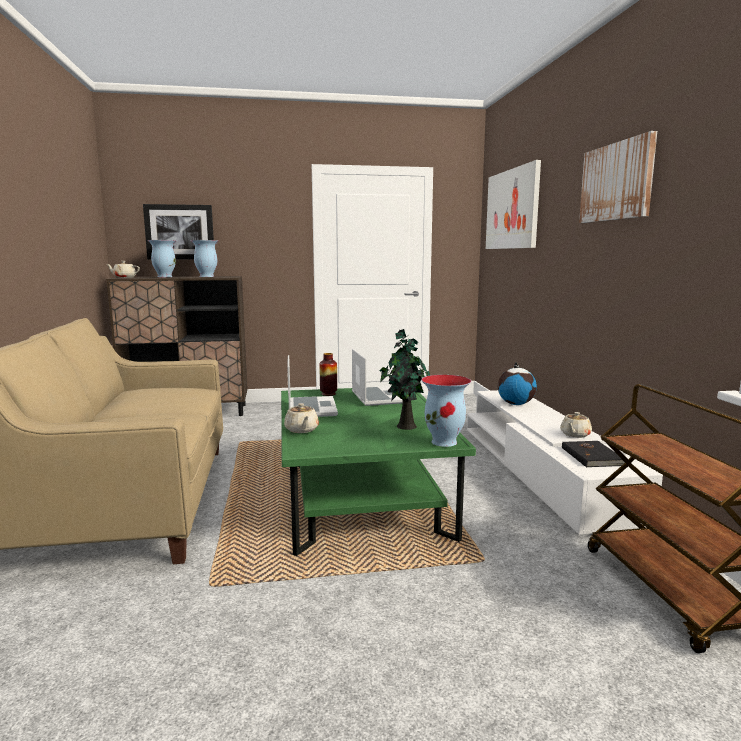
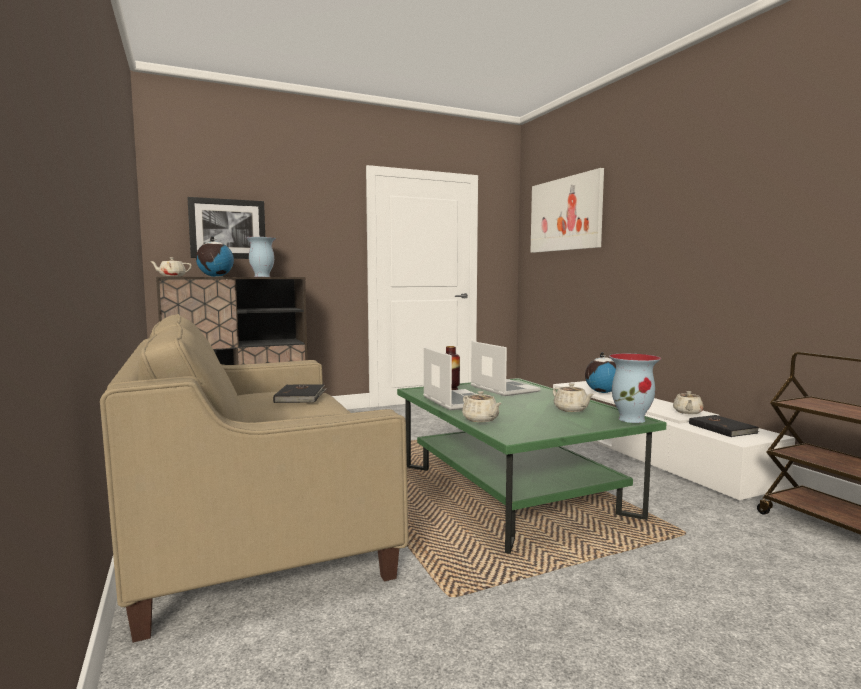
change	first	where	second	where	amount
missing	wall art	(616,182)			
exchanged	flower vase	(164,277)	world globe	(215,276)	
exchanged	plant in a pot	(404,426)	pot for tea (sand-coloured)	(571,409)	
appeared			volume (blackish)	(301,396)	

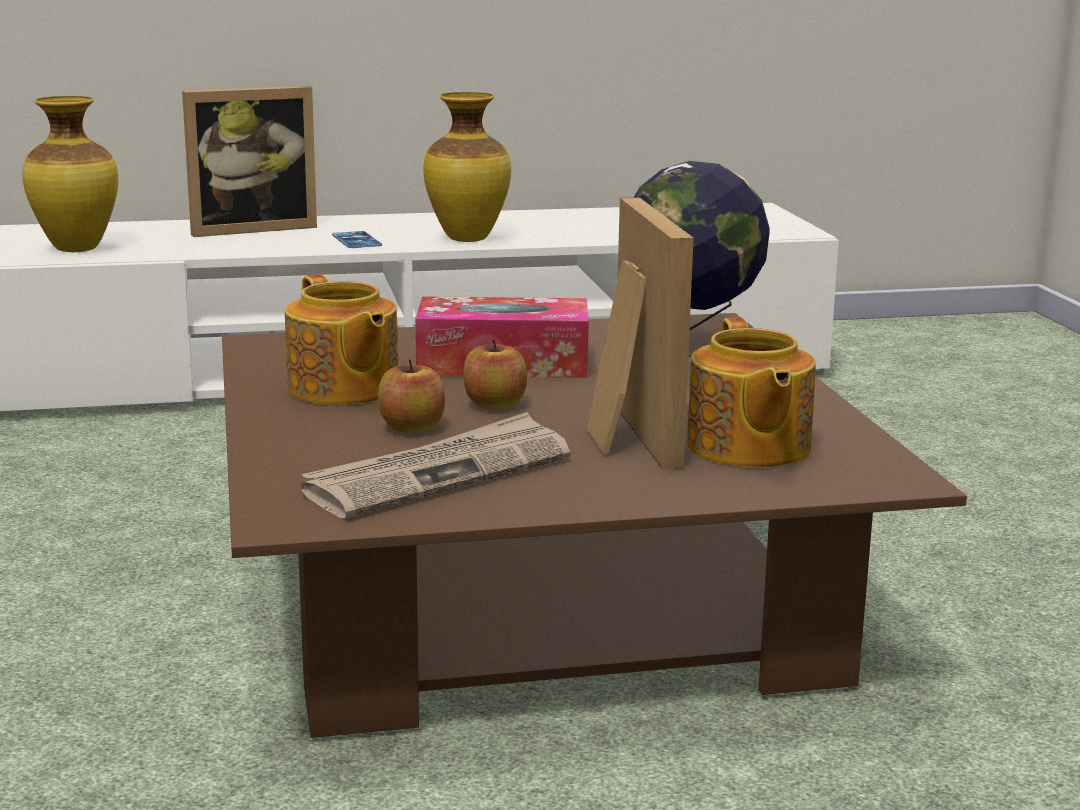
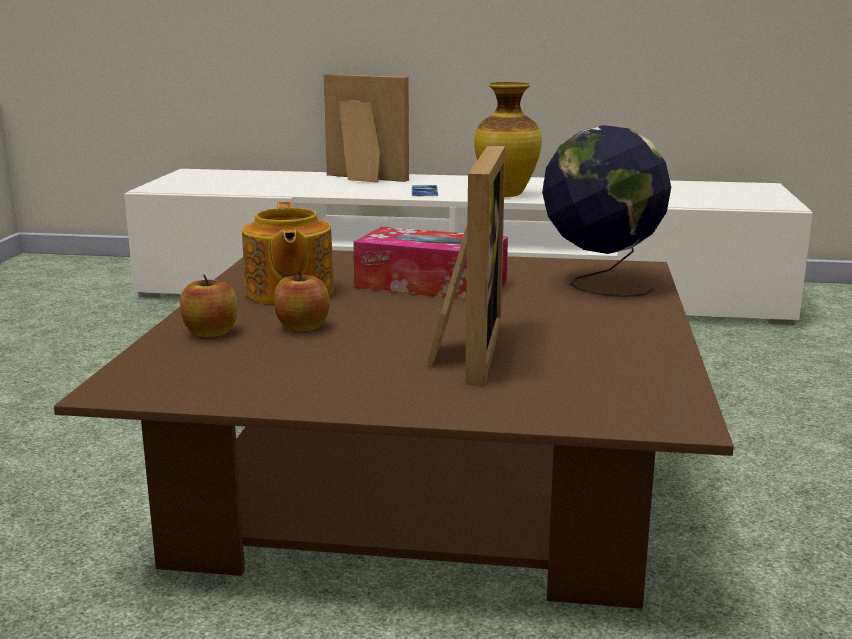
change	first	where	second	where	amount
spun	picture frame	(250,228)		(362,179)	150 degrees counterclockwise
missing	flower vase	(75,250)			
missing	pot for tea	(747,448)			
relocated	apple fruit	(495,405)		(211,332)	
missing	daily paper	(439,474)			

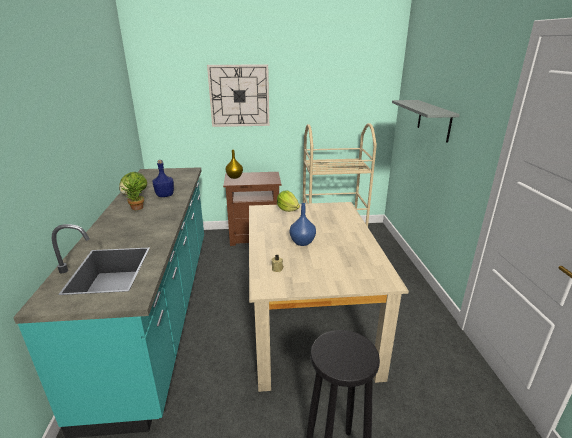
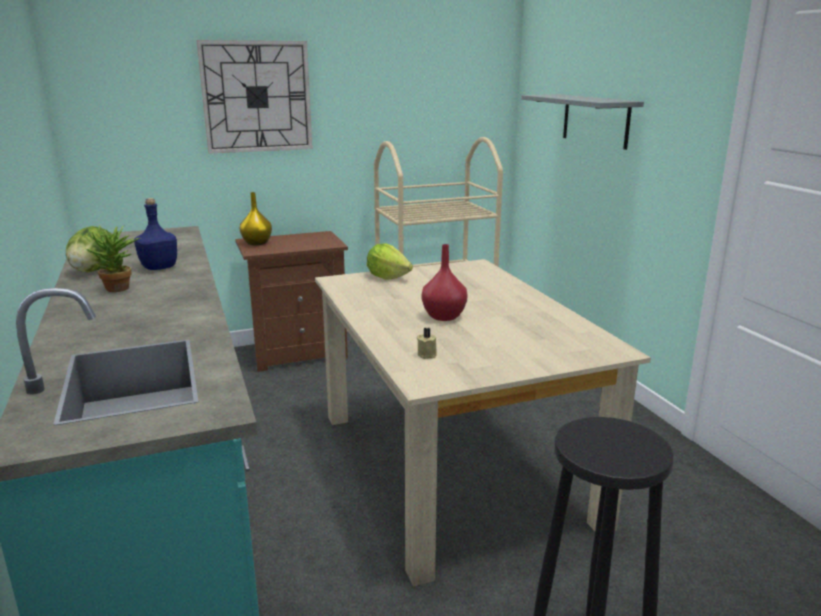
change	first	where	second	where	amount
colour	flower vase (blue-coloured)	(302,242)	flower vase (red-coloured)	(443,317)	

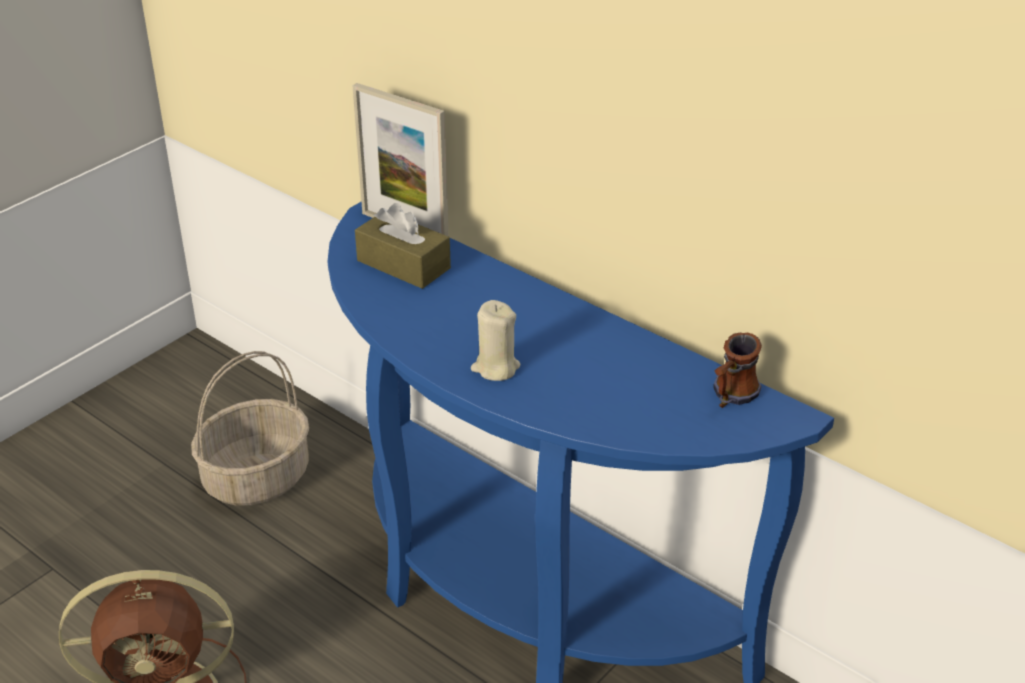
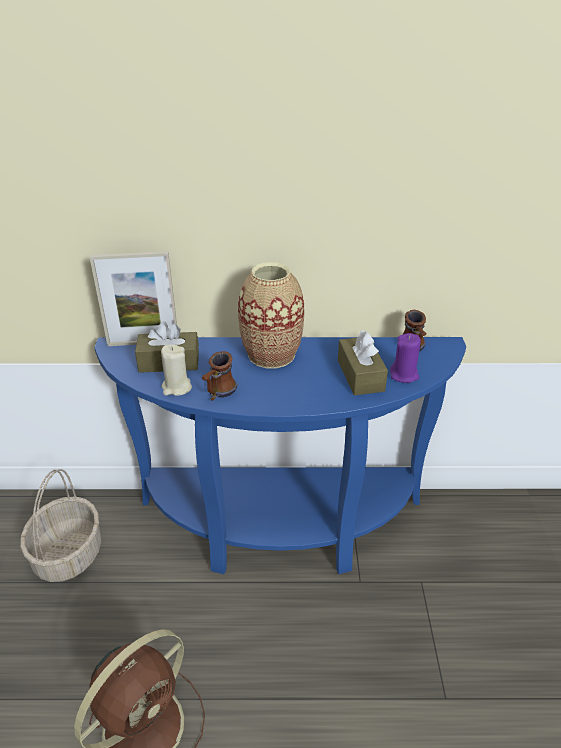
change	first	where	second	where	amount
relocated	wax light (sand-coloured)	(495,367)		(176,387)	
appeared			flower vase	(271,354)	
appeared			tissue box (brown)	(360,375)	
appeared			wax light (purple)	(404,375)	
appeared			coffee mug	(218,393)	

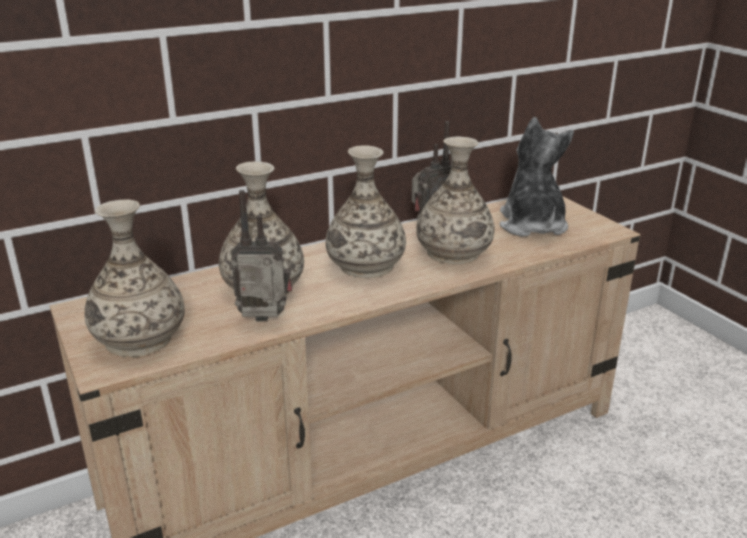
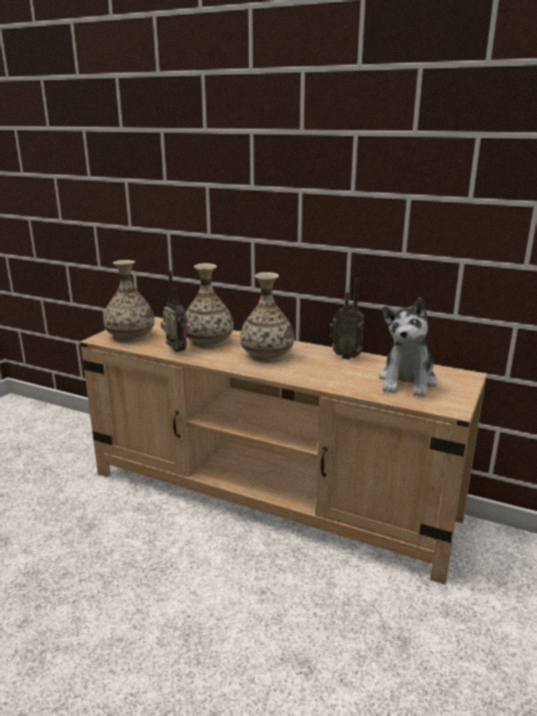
change	first	where	second	where	amount
spun	plush toy	(532,225)		(407,382)	150 degrees clockwise
missing	flower vase	(454,253)			

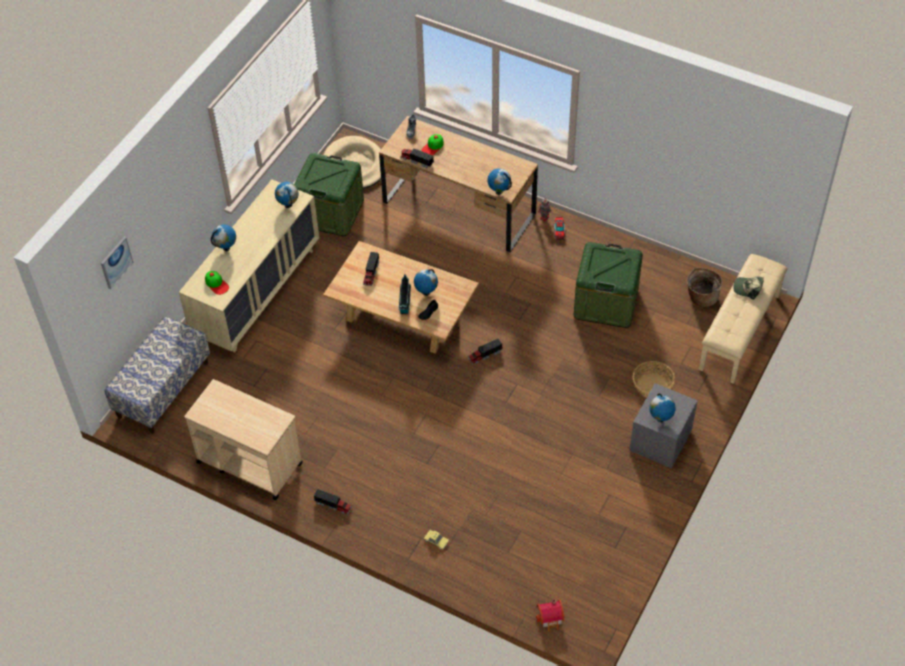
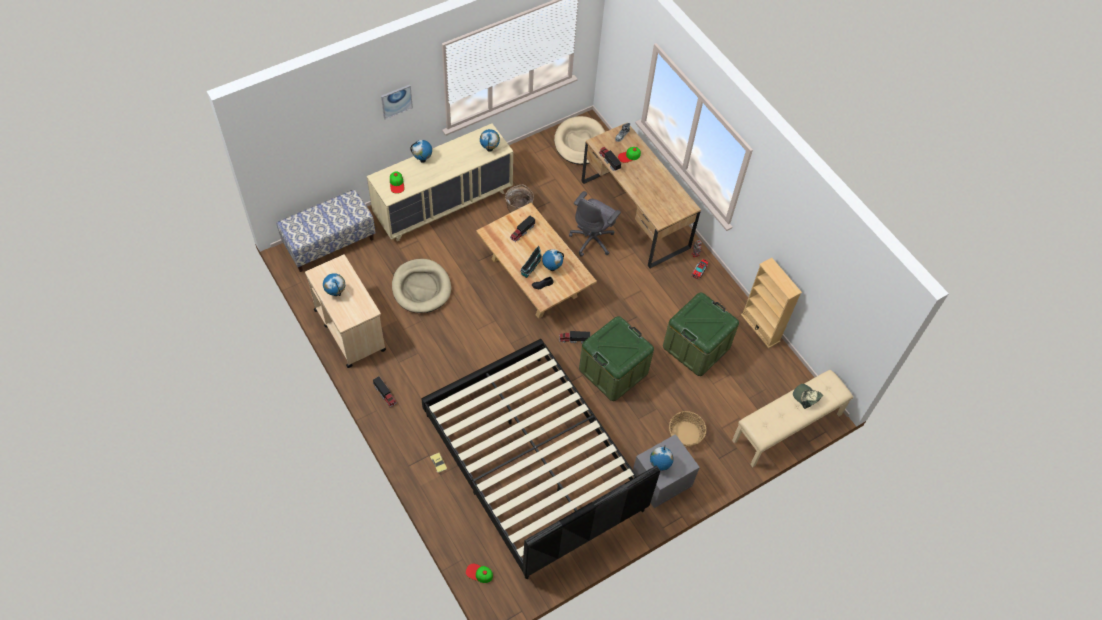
change	first	where	second	where	amount
relocated	storage bin (green)	(330,212)		(613,371)	
relocated	world globe	(499,192)		(336,293)	
relocated	wall art	(116,262)		(396,101)	
relocated	basket	(701,297)		(519,209)	
exchanged	model house	(551,618)	baseball cap	(479,573)	
appeared			computer chair (grey)	(592,240)	
appeared			bookcase (sand-coloured)	(760,328)	
appeared			dog bed (sand-coloured)	(421,288)	
appeared			bed (blackish)	(532,462)	

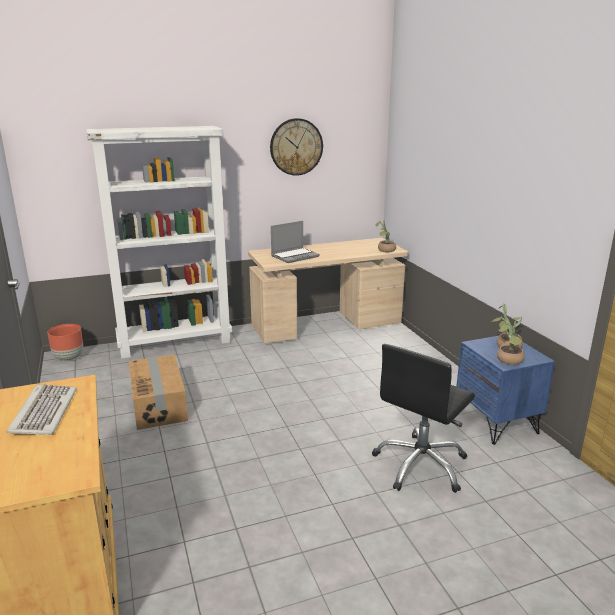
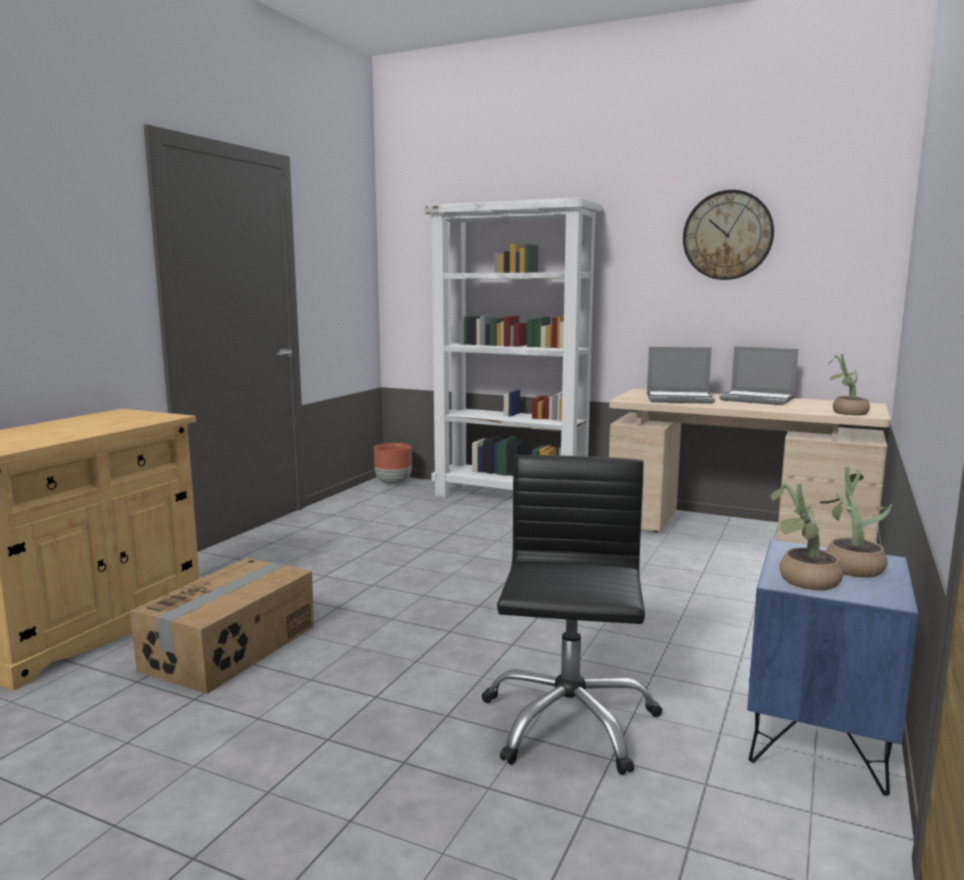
change	first	where	second	where	amount
spun	computer chair (blackish)	(421,465)		(568,721)	105 degrees clockwise
relocated	cardboard box	(159,404)		(232,648)	
missing	computer keyboard	(43,412)			
appeared			laptop	(758,399)	

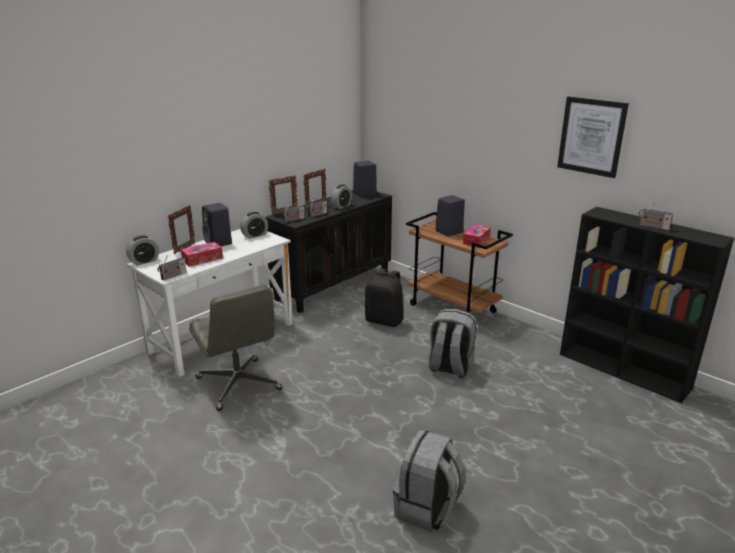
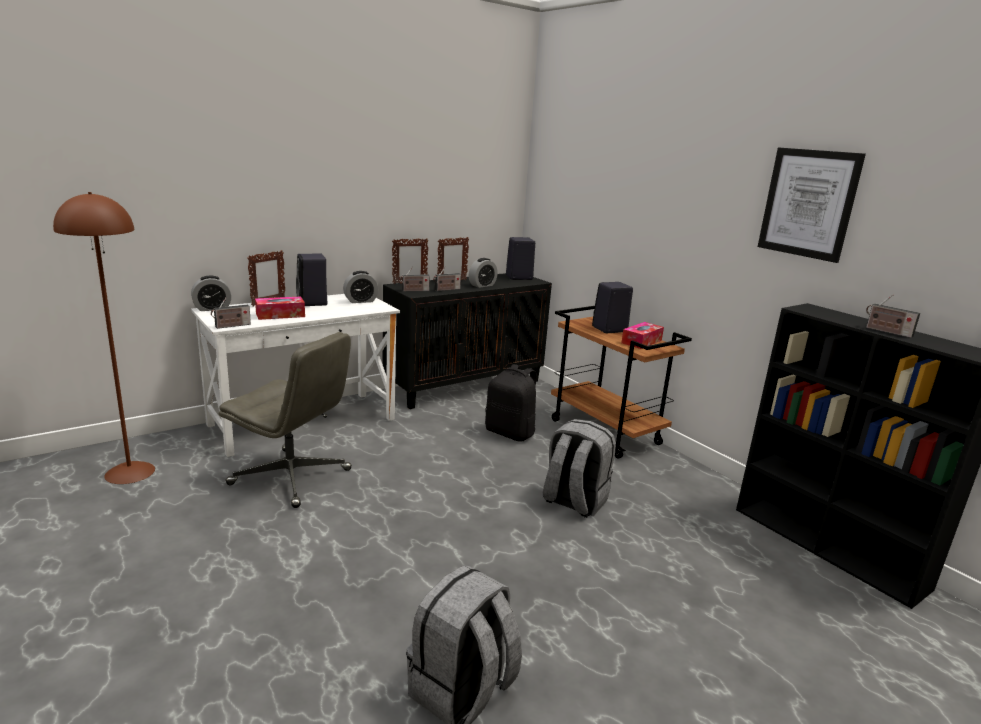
change	first	where	second	where	amount
spun	computer chair (grey)	(239,384)		(292,477)	45 degrees counterclockwise
appeared			standard lamp (brown)	(129,472)	

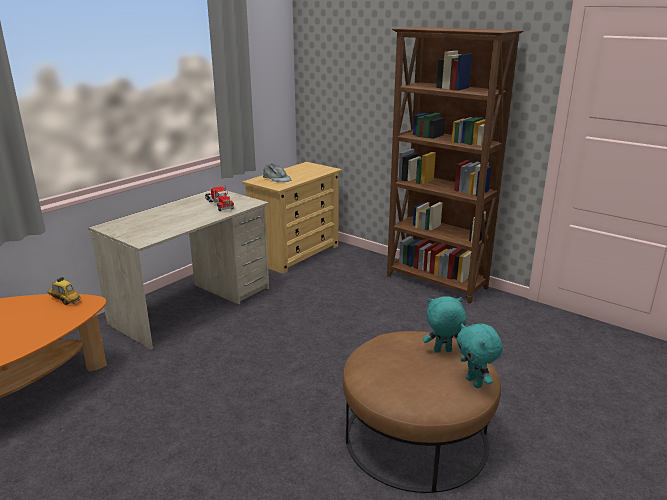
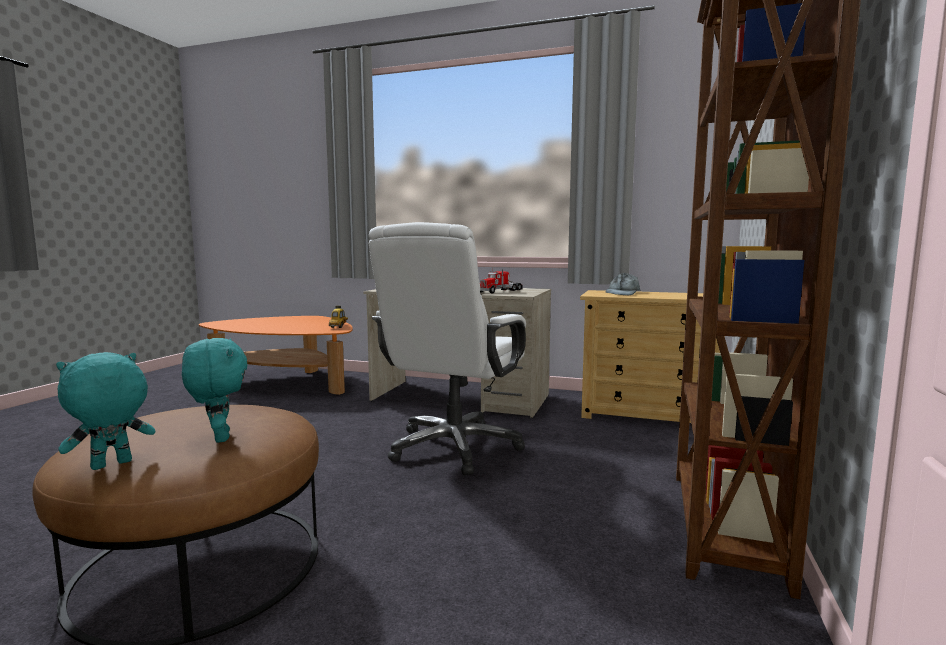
change	first	where	second	where	amount
appeared			computer chair (white)	(454,447)	

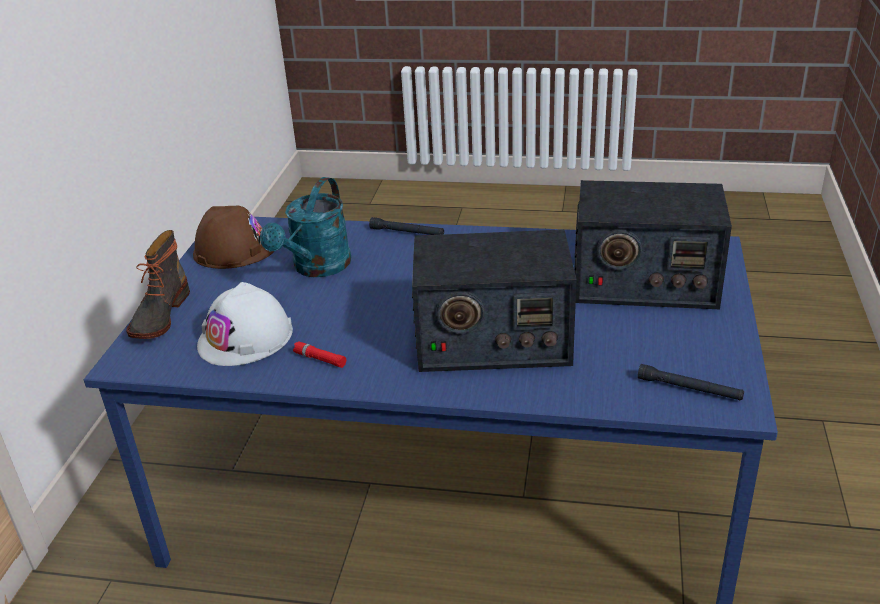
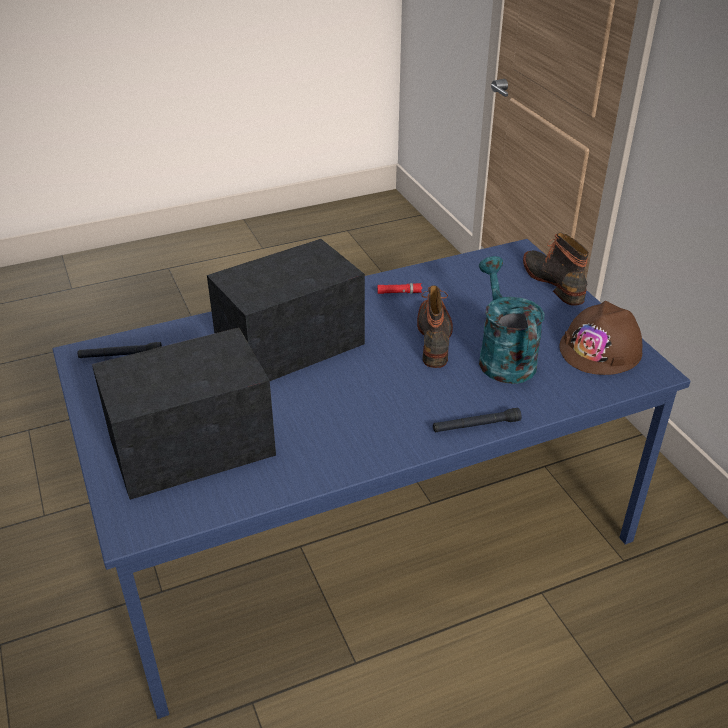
change	first	where	second	where	amount
missing	hard hat (white)	(246,338)			
appeared			high-top boot	(435,338)	

